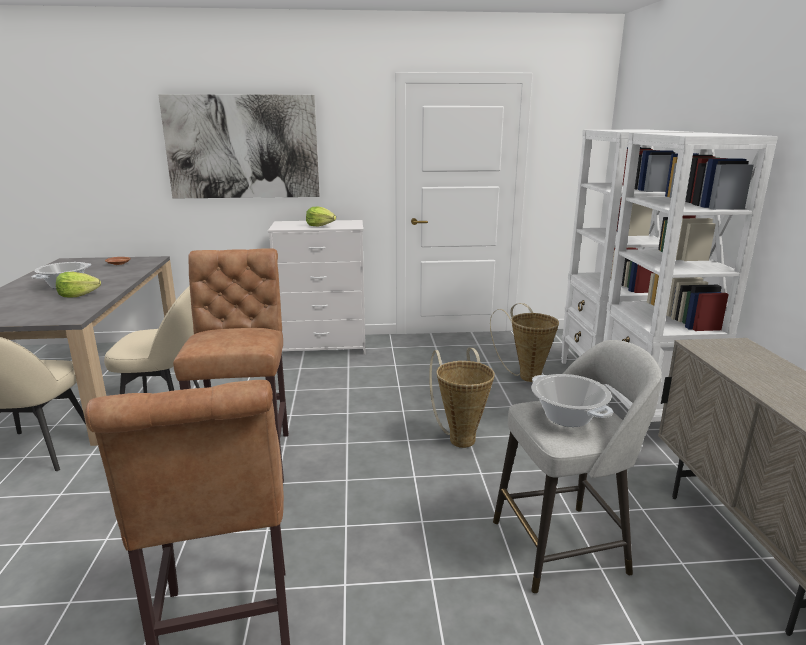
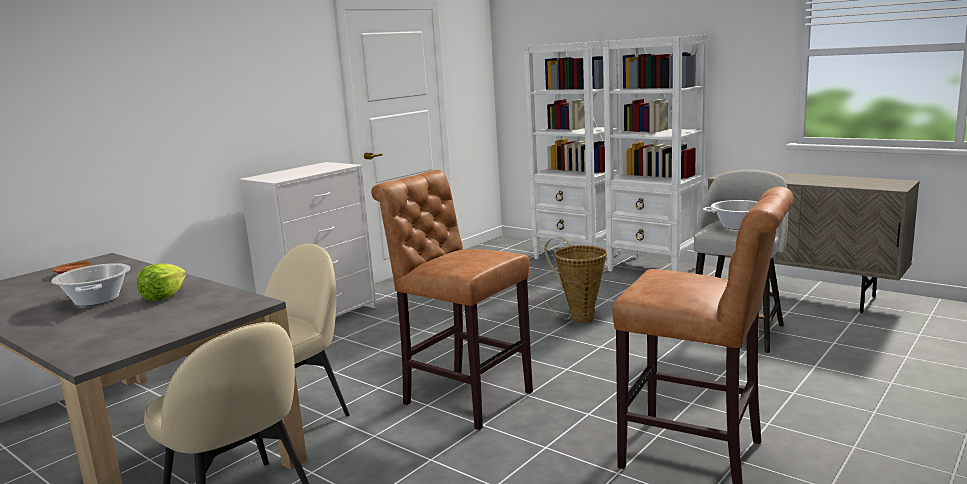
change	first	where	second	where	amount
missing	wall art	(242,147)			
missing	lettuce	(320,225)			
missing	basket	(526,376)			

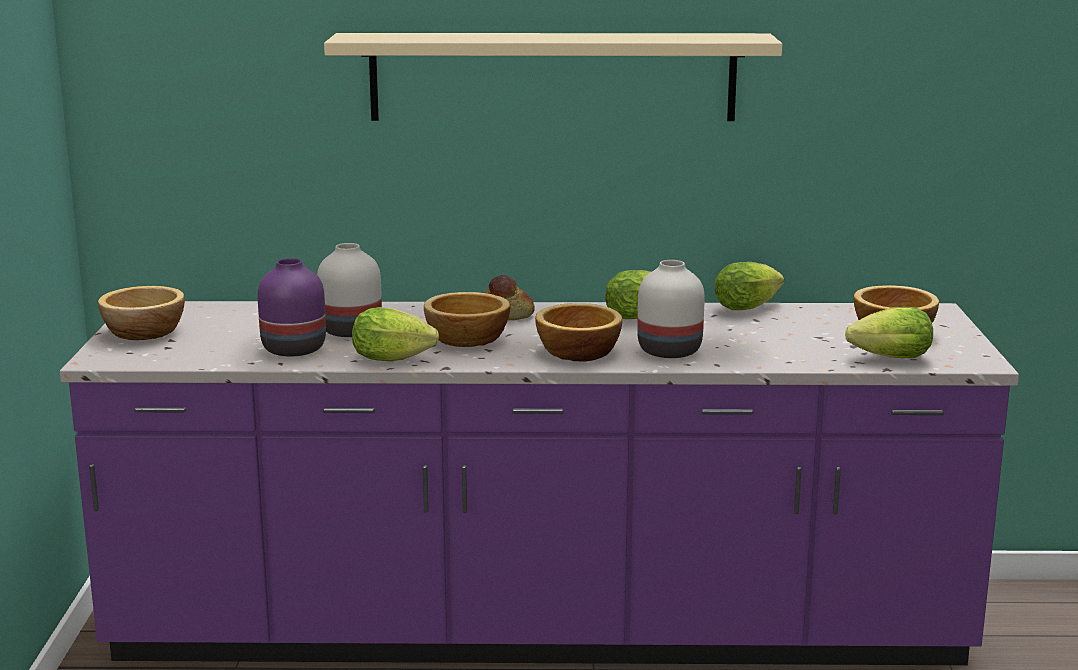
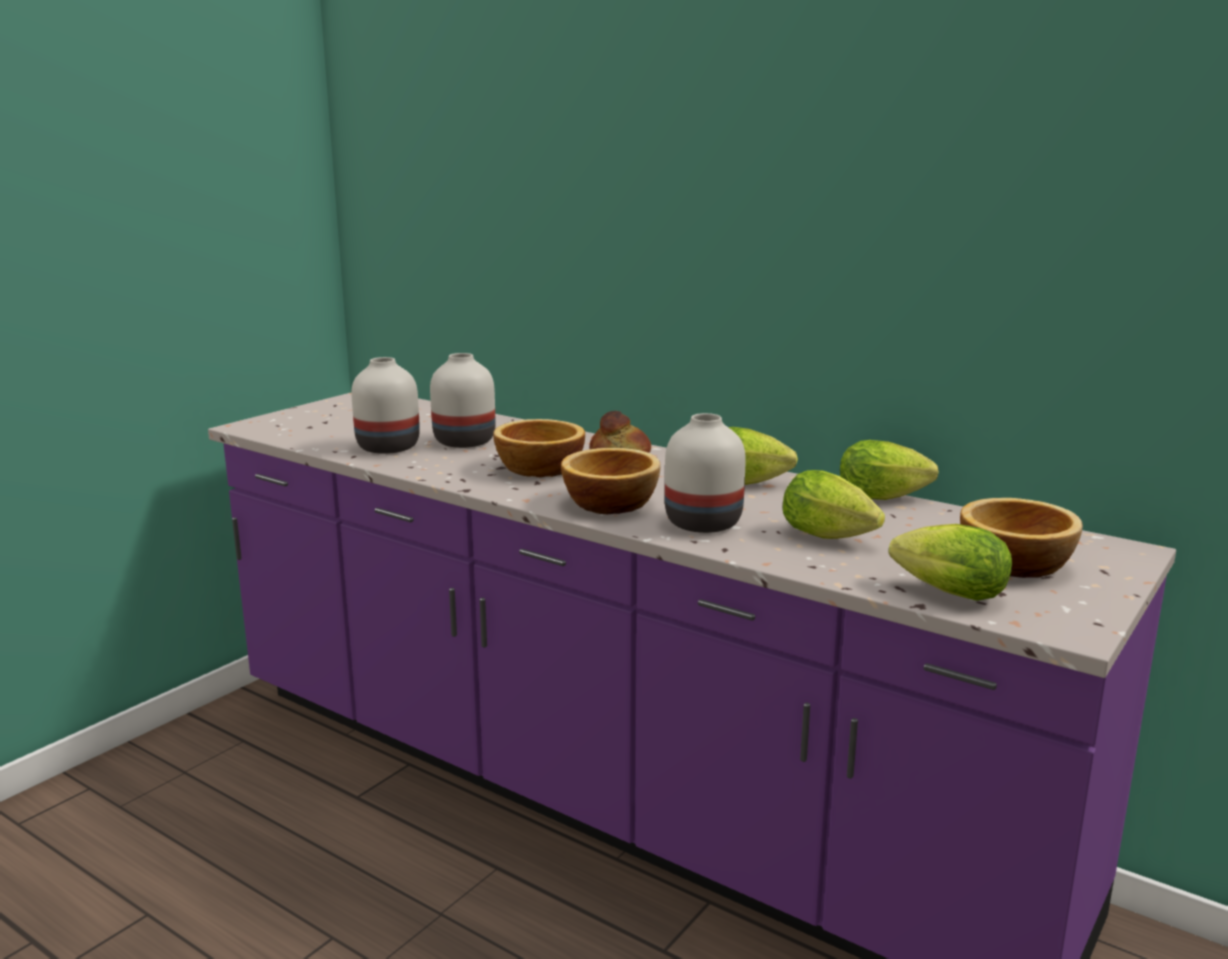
change	first	where	second	where	amount
missing	bracket shelf (sand-coloured)	(552,77)			
colour	flower vase (purple)	(292,349)	flower vase (white)	(387,447)	
missing	serving bowl	(146,332)			
relocated	lettuce	(397,359)		(833,538)	

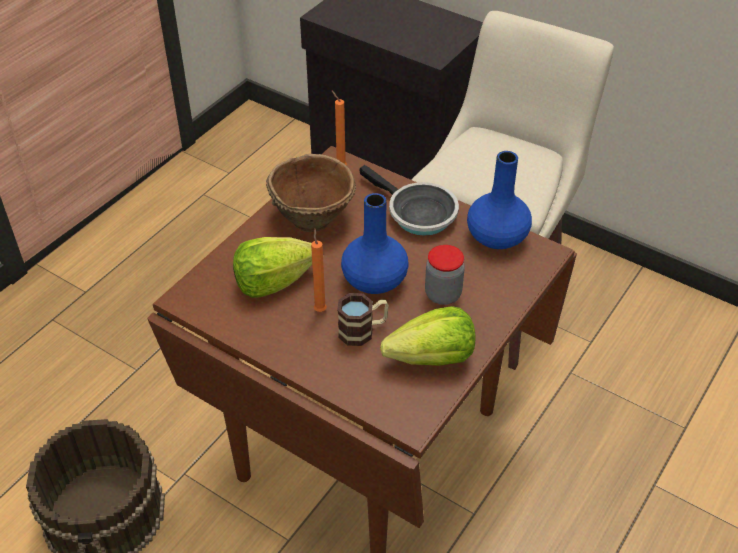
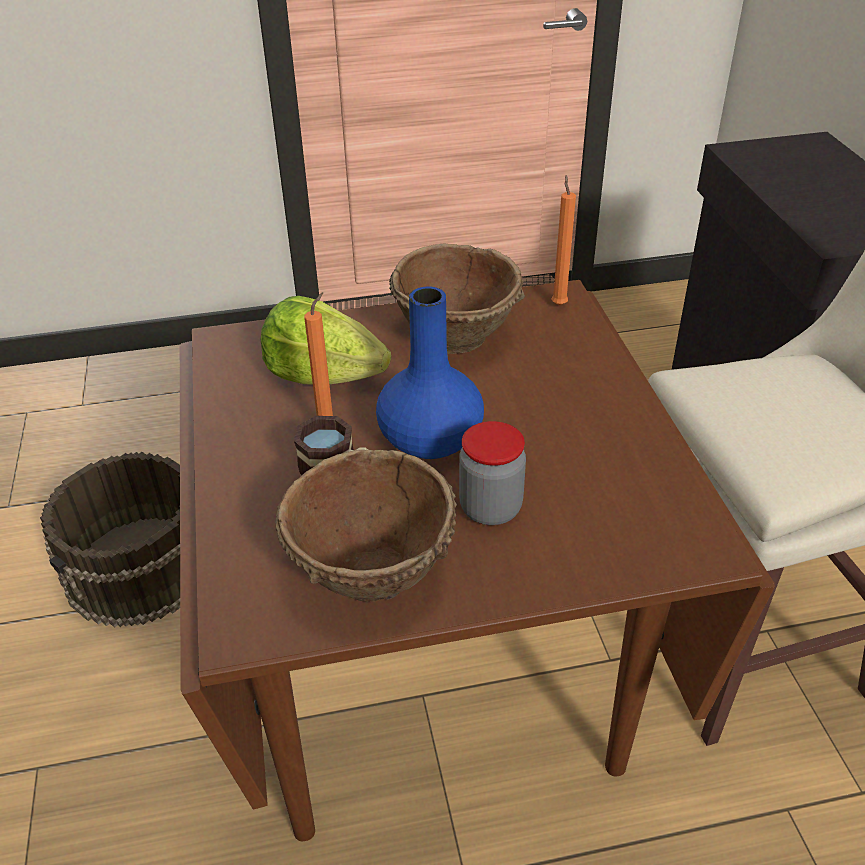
change	first	where	second	where	amount
missing	flower vase (blue-coloured)	(497,238)			
missing	pan	(417,213)			
exchanged	lettuce	(432,358)	serving bowl (brown)	(372,574)	

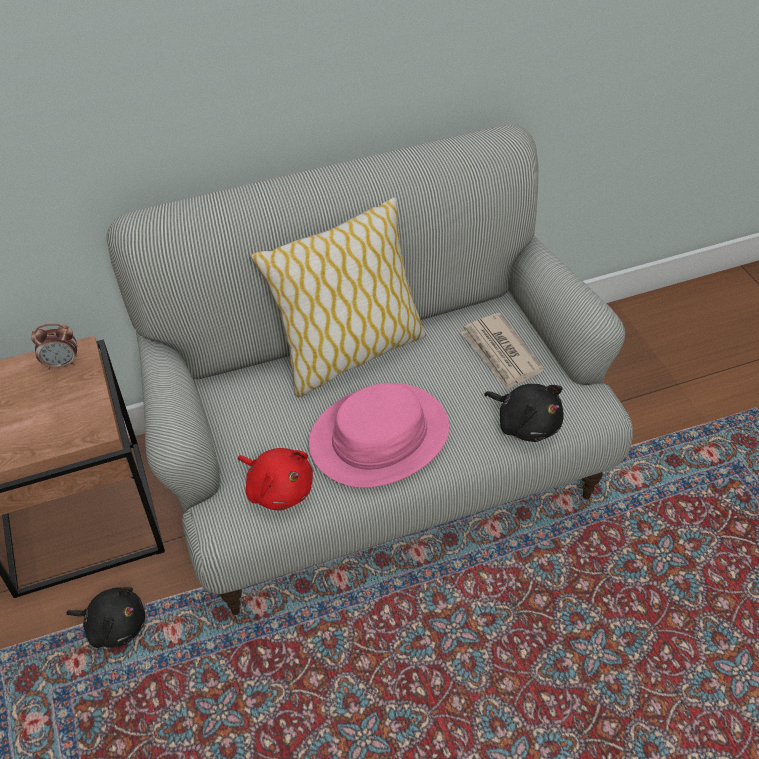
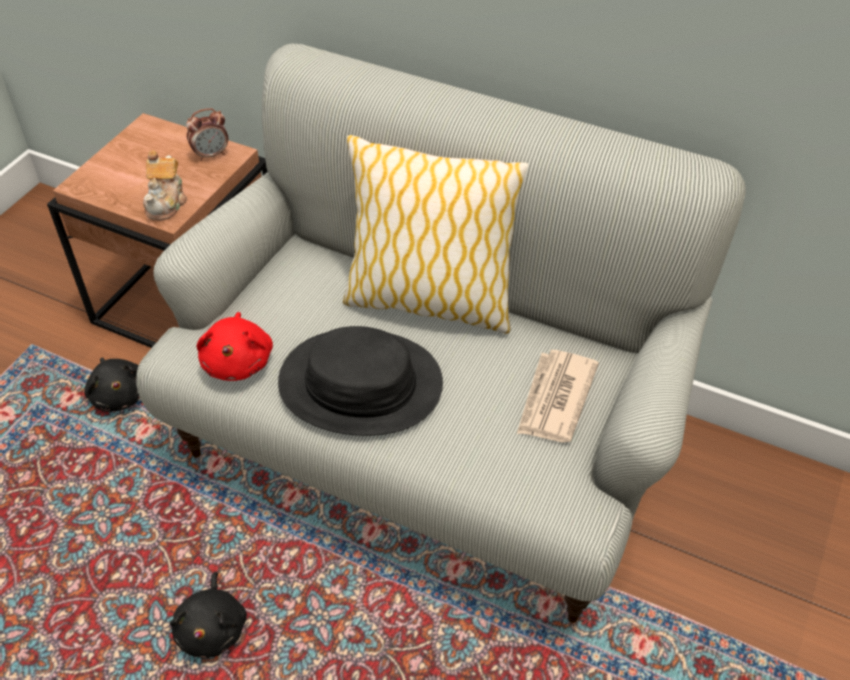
change	first	where	second	where	amount
spun	alarm clock	(62,363)		(211,155)	60 degrees counterclockwise
colour	wearable hat (pink-coloured)	(379,437)	wearable hat (blackish)	(360,384)	
relocated	plush toy (blackish)	(526,423)		(213,628)	
appeared			pot for tea	(167,202)	

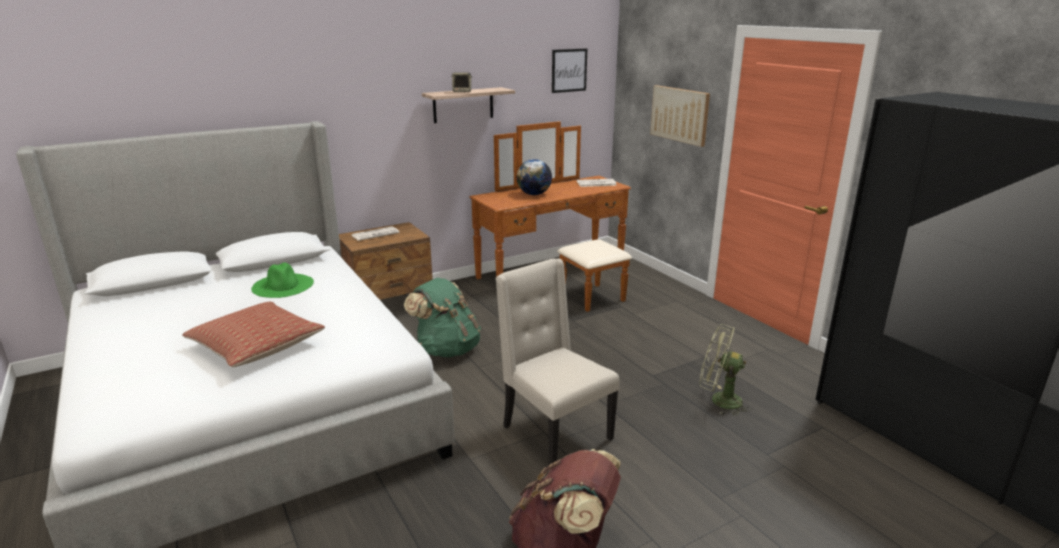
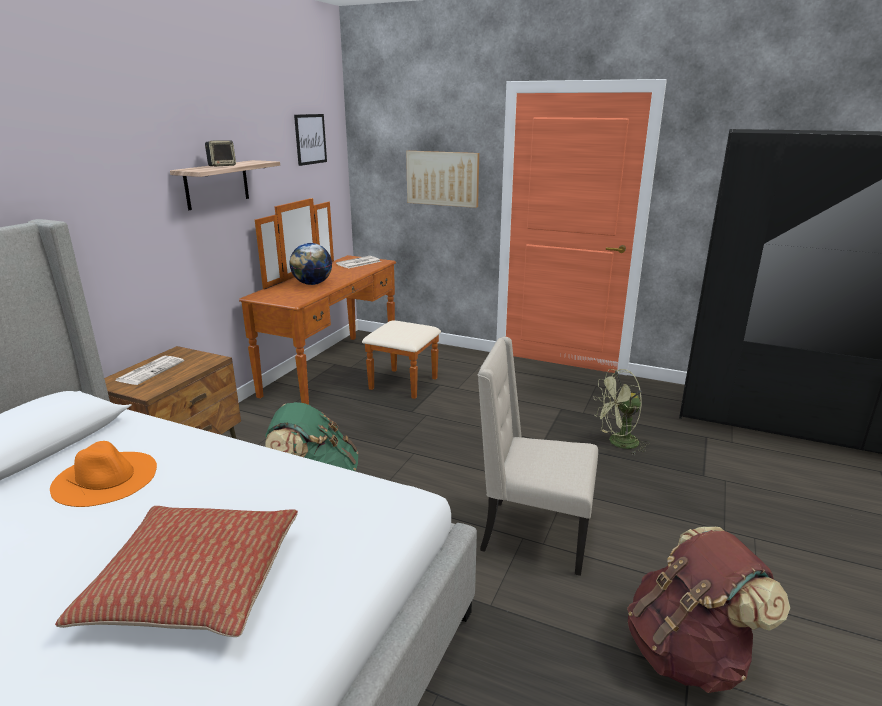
change	first	where	second	where	amount
colour	wearable hat (green)	(283,285)	wearable hat (orangey)	(105,477)	

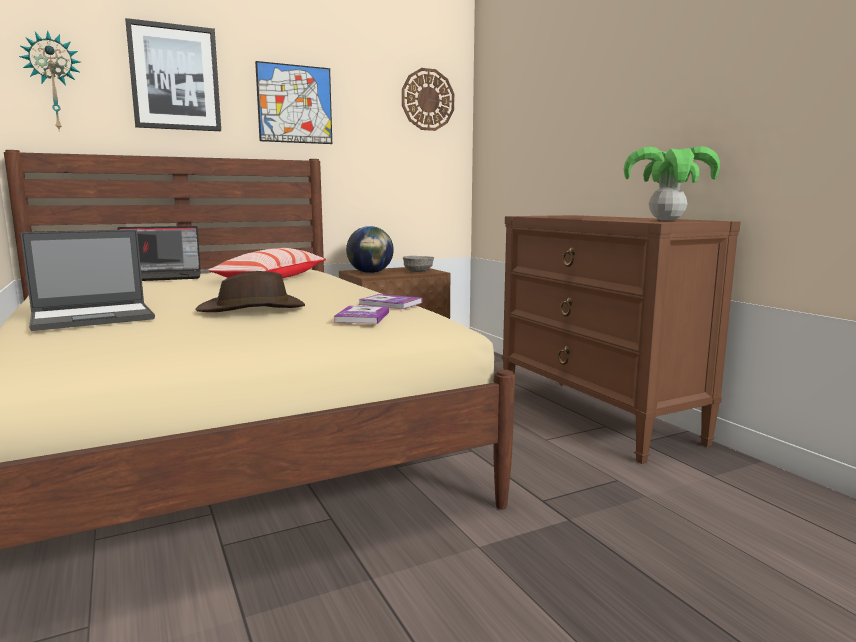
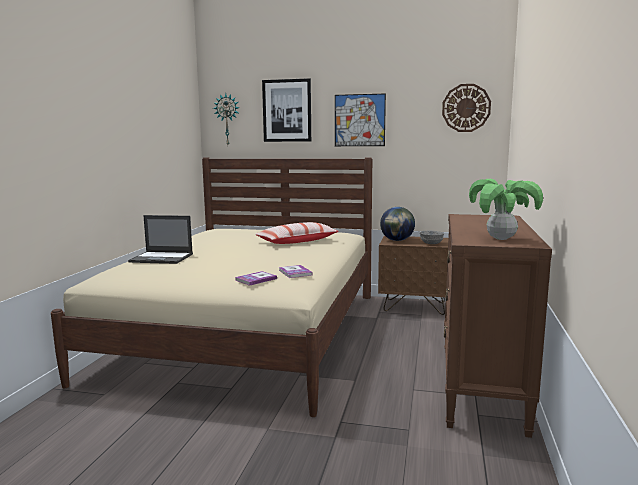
change	first	where	second	where	amount
missing	laptop	(162,277)			
missing	wearable hat (brown)	(253,309)			

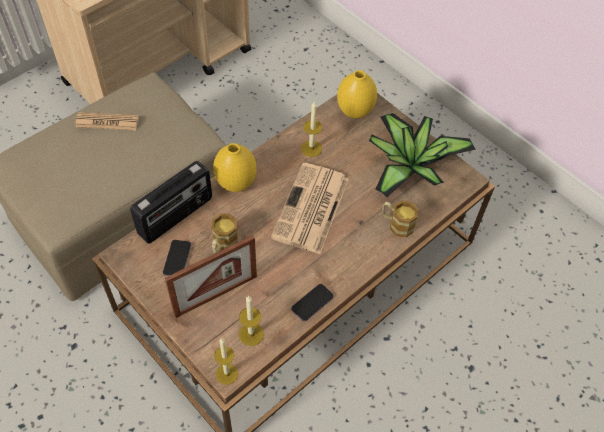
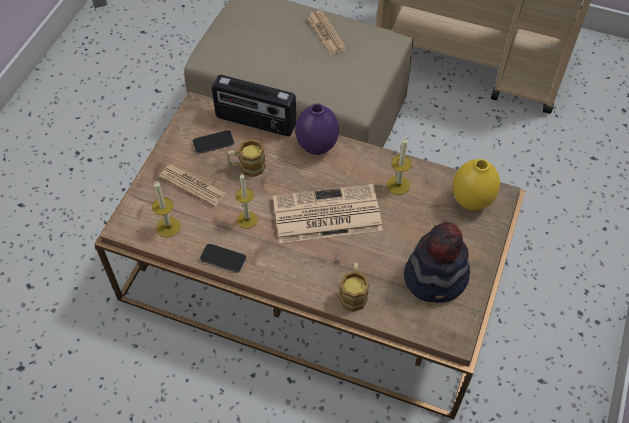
change	first	where	second	where	amount
exchanged	plant in a pot	(410,165)	wearable hat	(436,277)	
colour	flower vase (yellow-coloured)	(236,184)	flower vase (purple)	(316,147)	
exchanged	picture frame	(216,295)	daily paper	(192,185)	
relocated	wax light	(227,374)		(247,219)	

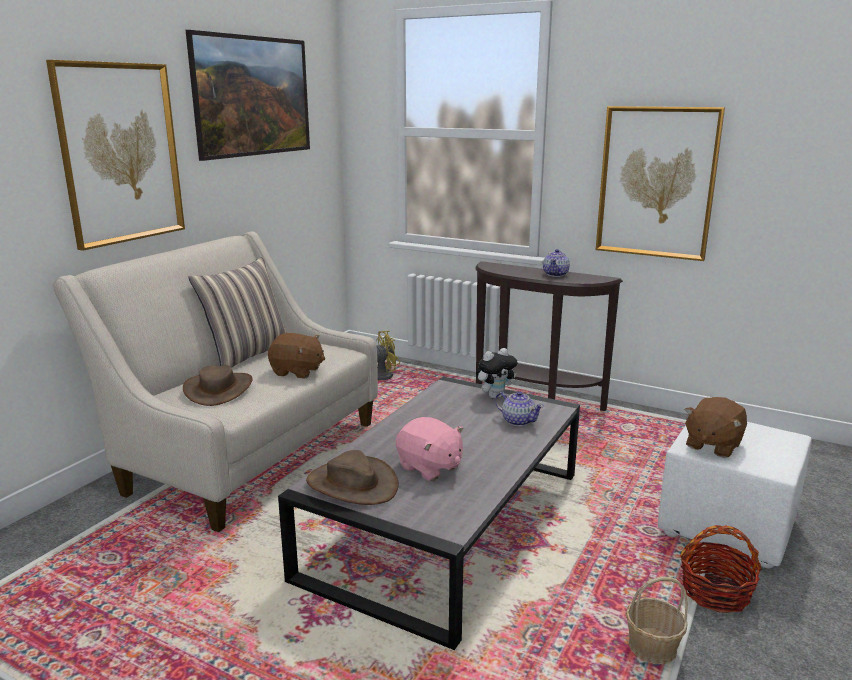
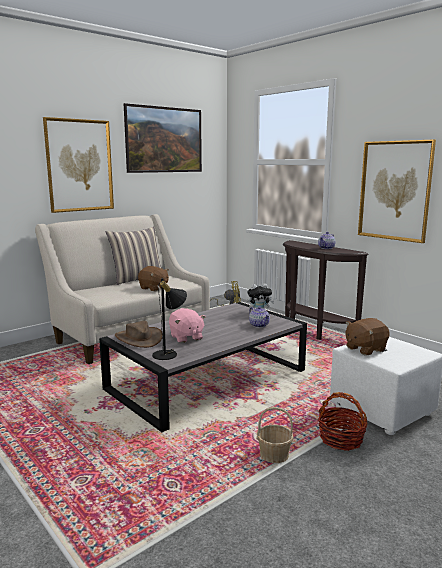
change	first	where	second	where	amount
missing	wearable hat (brown)	(219,389)			
appeared			lamp for a table (blackish)	(169,354)	

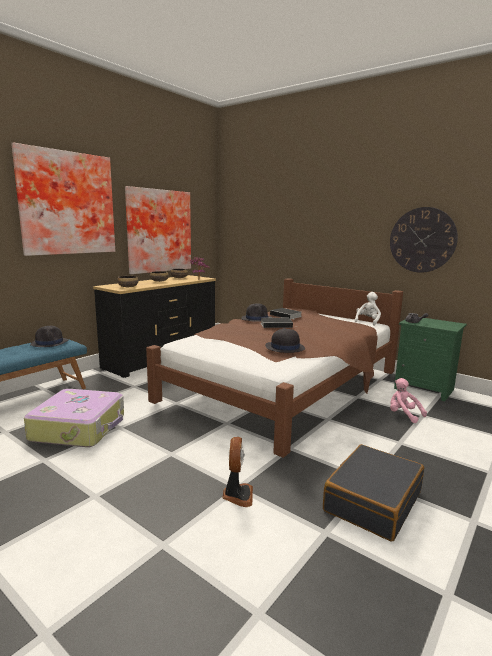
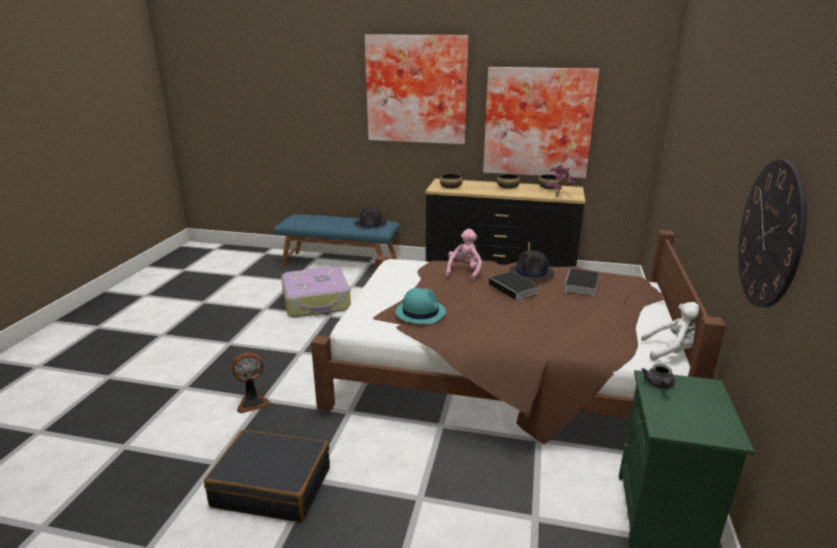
change	first	where	second	where	amount
colour	wearable hat (blackish)	(284,348)	wearable hat (blue-green)	(420,312)	
relocated	plush toy (pink-coloured)	(403,415)		(464,272)	

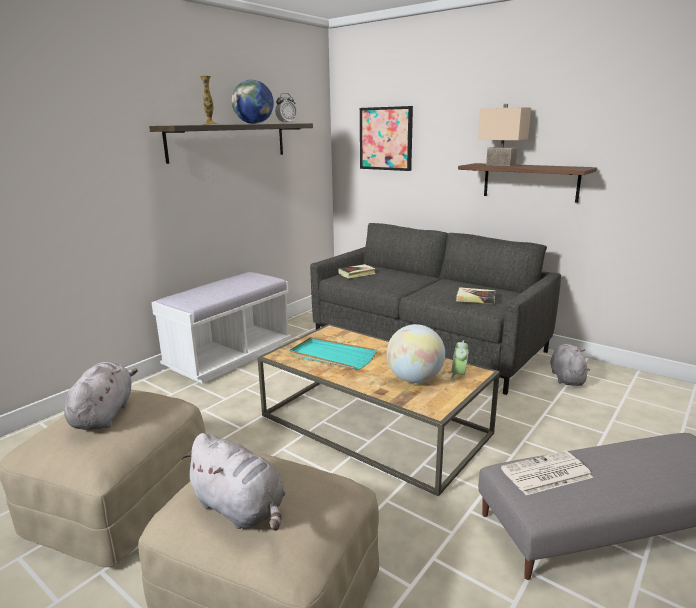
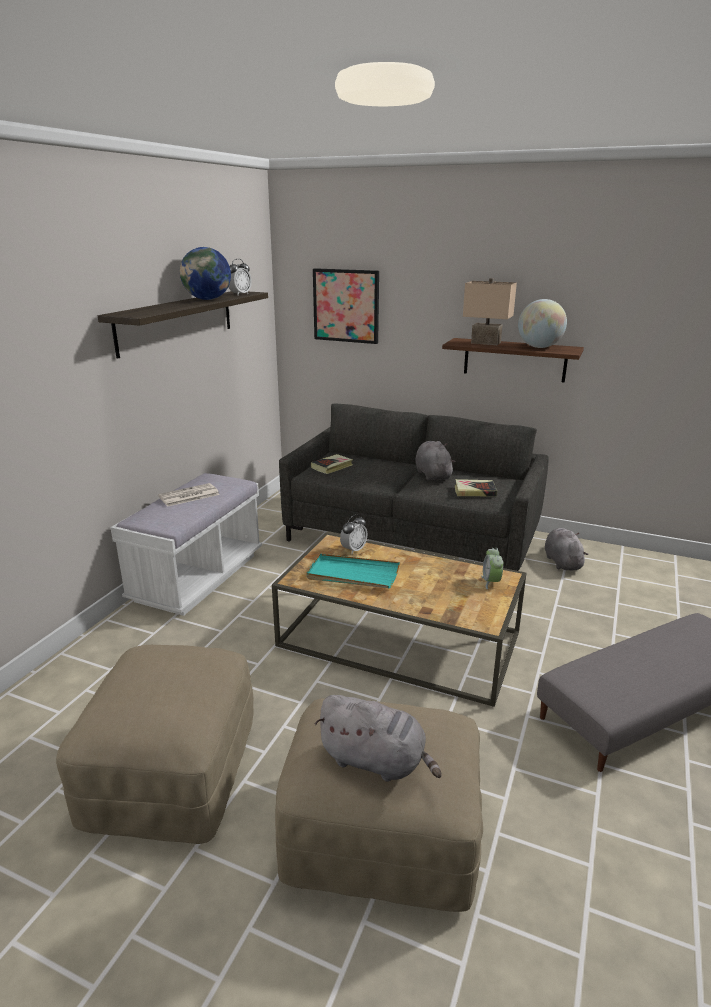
change	first	where	second	where	amount
missing	flower vase	(210,124)			
relocated	world globe	(414,379)		(539,347)	
relocated	plush toy (grey)	(104,414)		(432,474)	
relocated	daily paper	(545,474)		(188,496)	
appeared			alarm clock	(353,550)	

